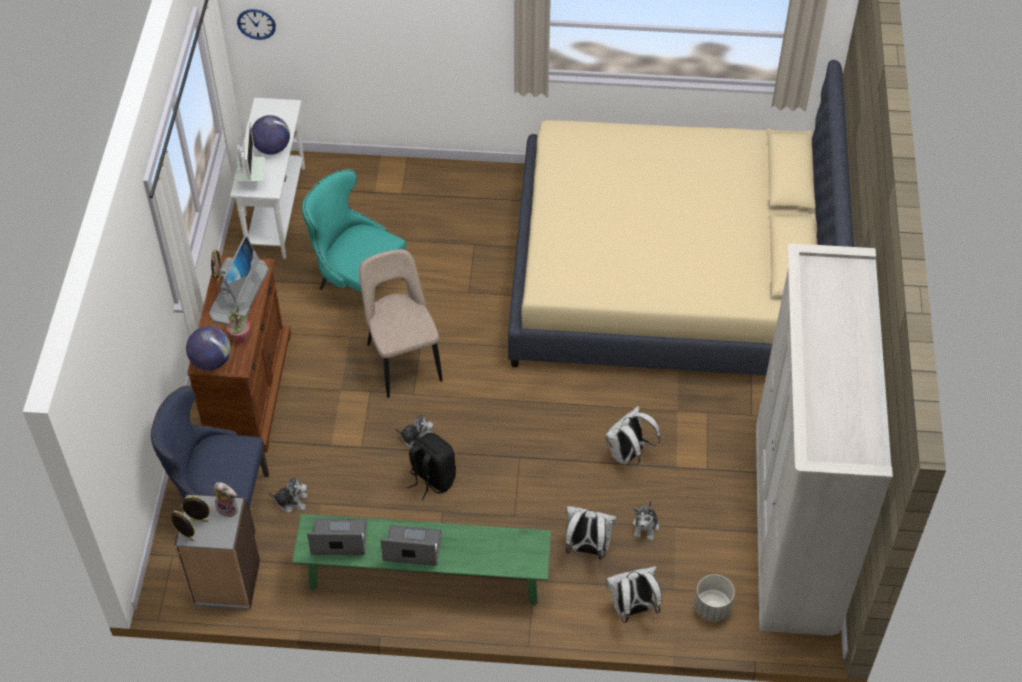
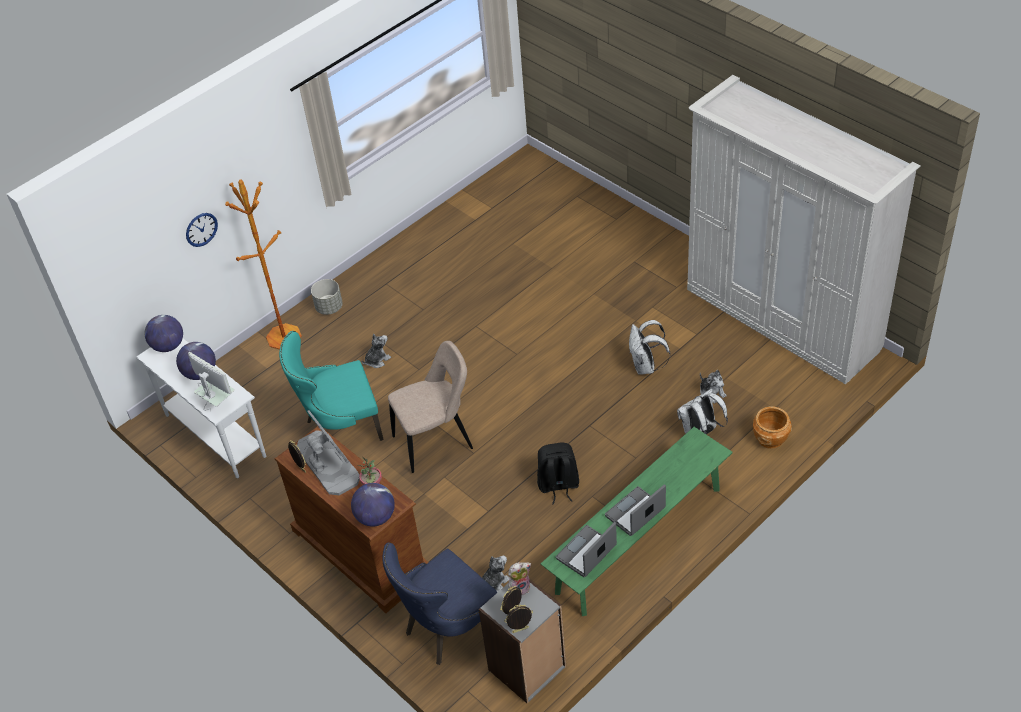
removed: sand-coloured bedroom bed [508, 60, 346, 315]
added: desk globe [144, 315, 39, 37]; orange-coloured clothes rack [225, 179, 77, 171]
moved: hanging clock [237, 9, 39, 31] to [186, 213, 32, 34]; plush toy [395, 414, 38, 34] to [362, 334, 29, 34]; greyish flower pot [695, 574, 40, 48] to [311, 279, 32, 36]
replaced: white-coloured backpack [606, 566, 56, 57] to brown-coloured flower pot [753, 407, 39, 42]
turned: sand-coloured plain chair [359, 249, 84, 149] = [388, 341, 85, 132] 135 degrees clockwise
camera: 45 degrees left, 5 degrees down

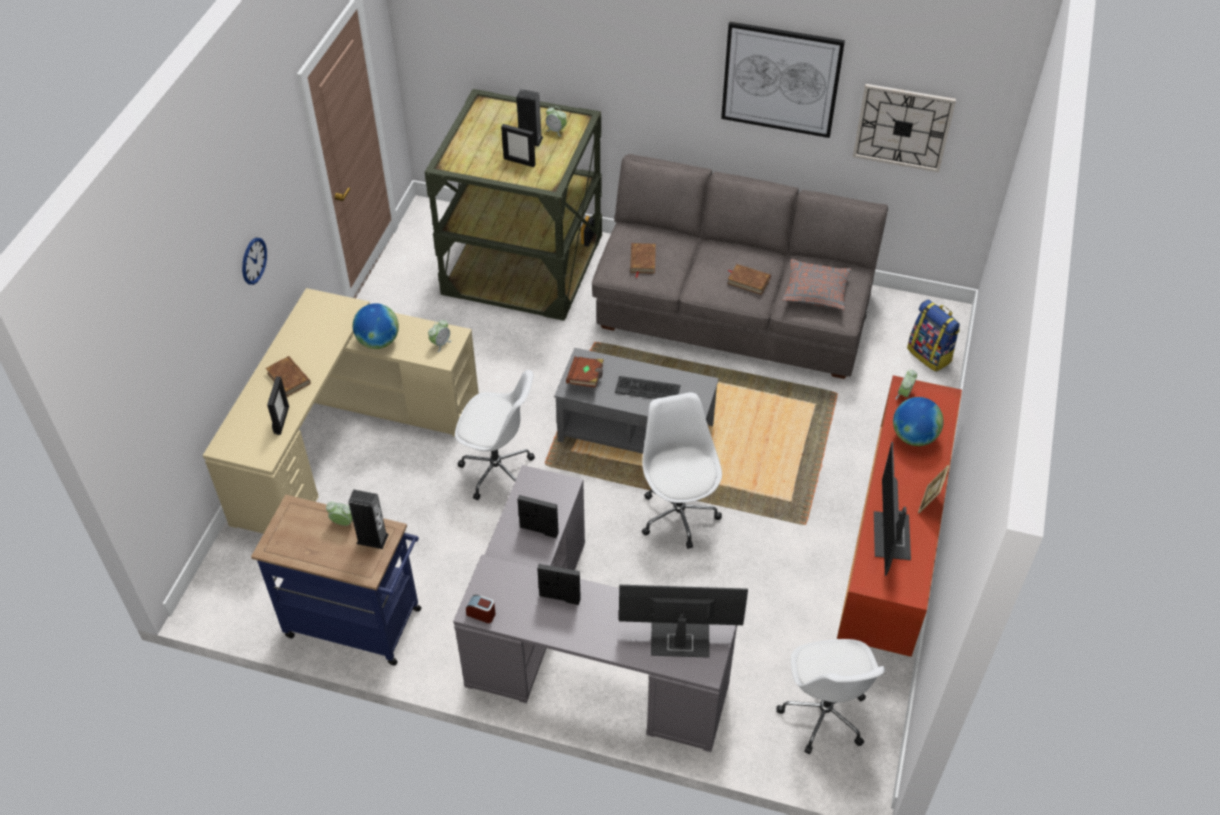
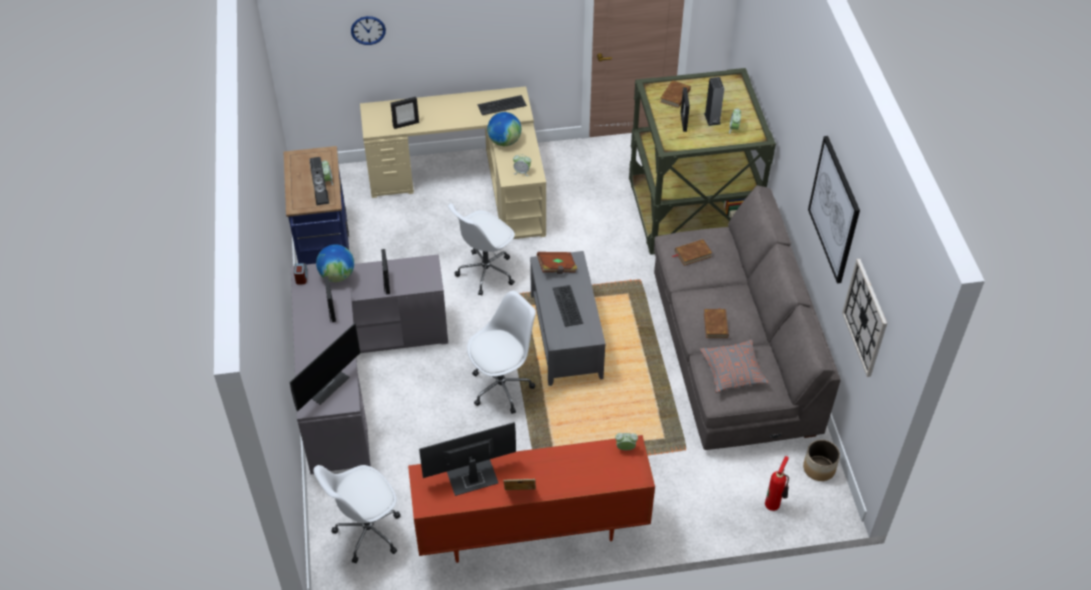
added: PC keyboard [478, 95, 49, 20]; flower pot [803, 440, 37, 41]
moved: hanging clock [242, 238, 25, 47] to [351, 16, 35, 29]; brown-coloured volume [266, 356, 45, 41] to [660, 80, 31, 28]; desk globe [893, 397, 51, 49] to [316, 244, 38, 38]
replaced: backpack [907, 299, 53, 73] to extinguisher [765, 456, 24, 55]
turned: white-coloured office chair [455, 370, 80, 130] = [448, 203, 67, 93] 60 degrees clockwise; monitor [619, 585, 129, 73] = [290, 323, 71, 89] 60 degrees clockwise
camera: 65 degrees right, 0 degrees up

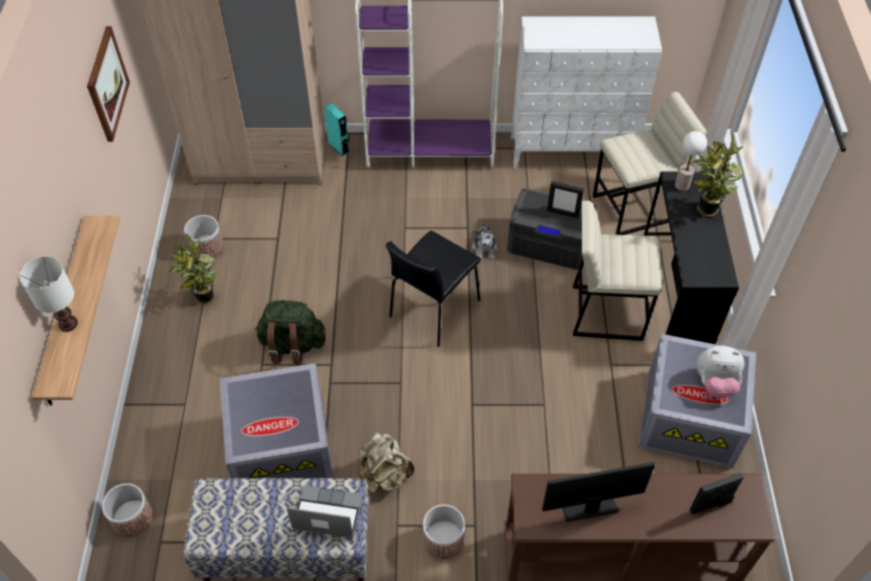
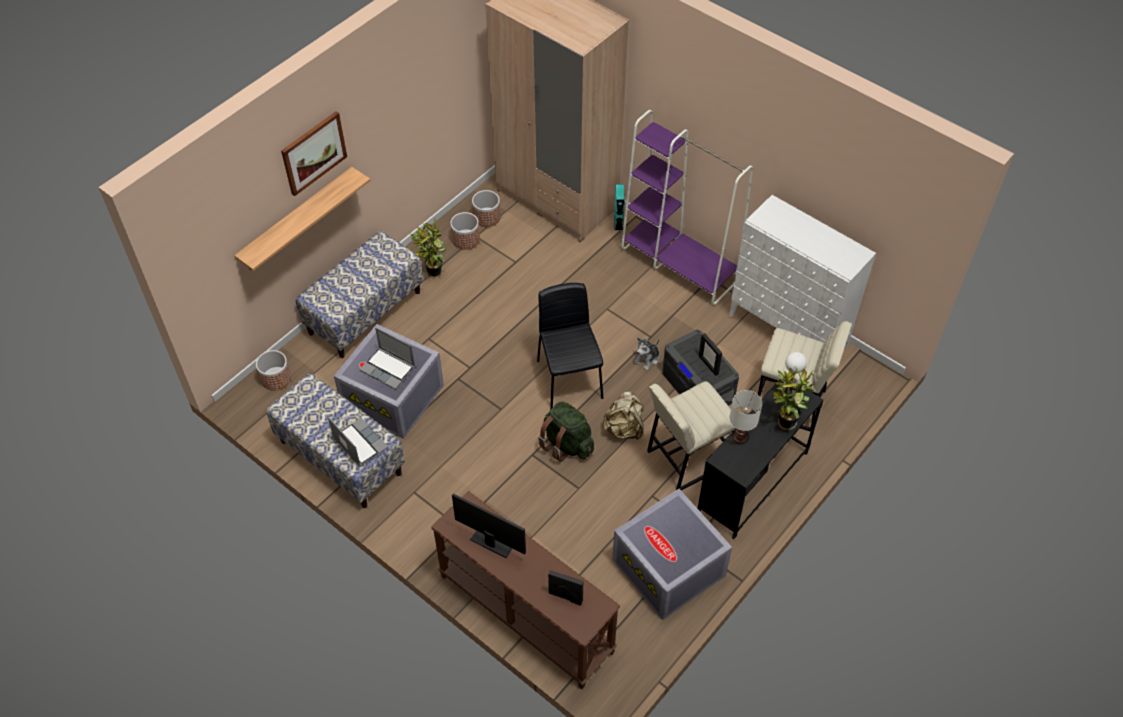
removed: plush toy [696, 346, 48, 52]
added: long seat [296, 231, 127, 127]; portable computer [360, 327, 55, 63]
moved: white-coloured table lamp [19, 256, 59, 76] to [729, 390, 33, 54]; wall art [87, 26, 43, 116] to [281, 111, 66, 85]; green-coloured backpack [255, 300, 71, 64] to [538, 401, 56, 61]; sand-coloured backpack [359, 432, 55, 60] to [603, 391, 41, 49]; flower pot [423, 505, 42, 54] to [472, 190, 29, 37]
turned: blackish plain chair [386, 231, 95, 116] = [537, 283, 67, 126] 90 degrees clockwise; sand-coloured plain chair [573, 201, 89, 140] = [647, 381, 88, 109] 75 degrees counterclockwise
camera: 40 degrees right, 0 degrees up

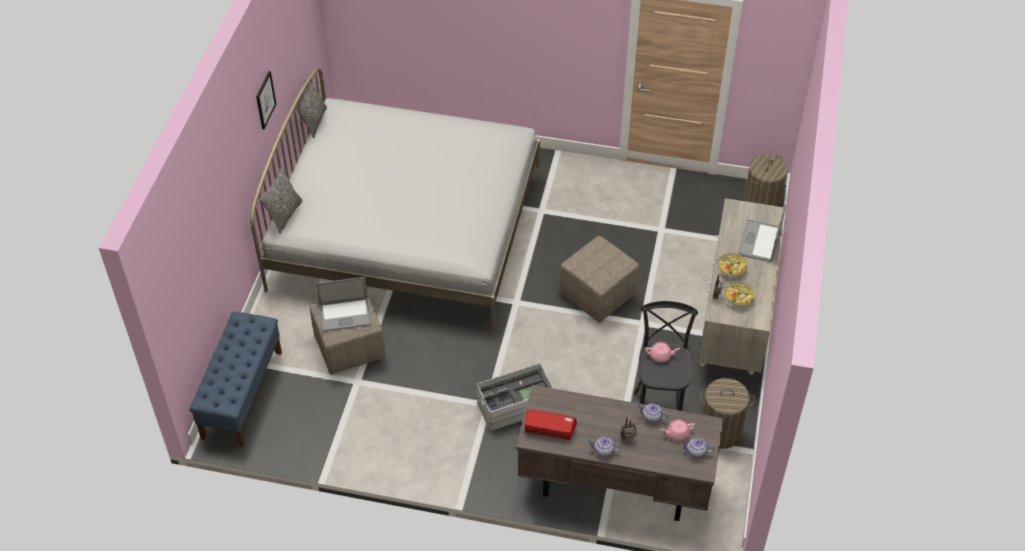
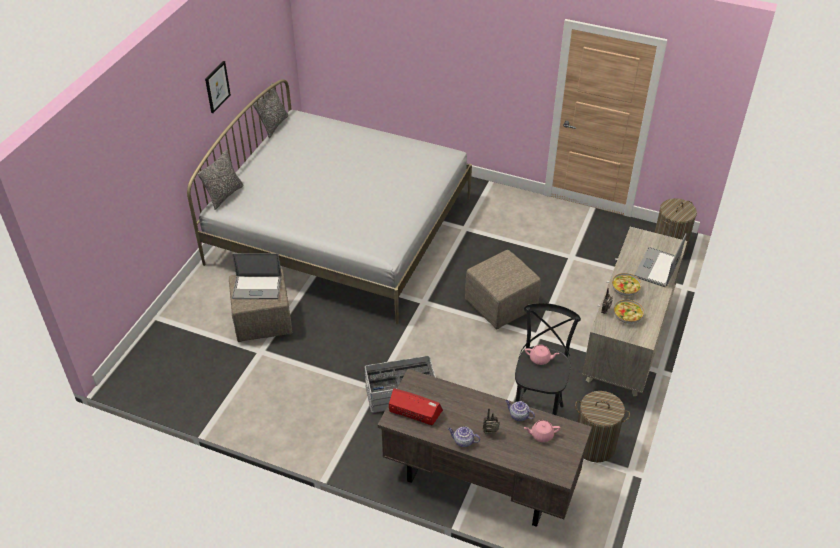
removed: blue long seat [189, 312, 93, 135]; teapot [681, 438, 33, 20]
camera: 10 degrees right, 5 degrees down

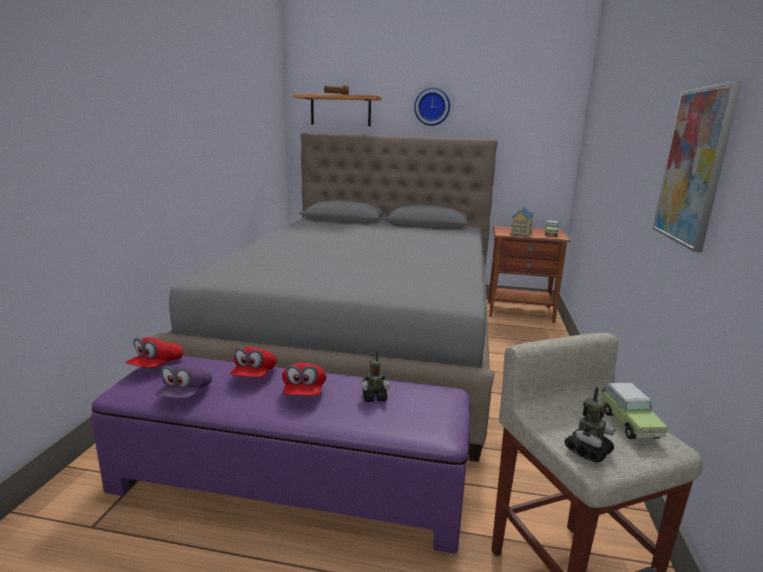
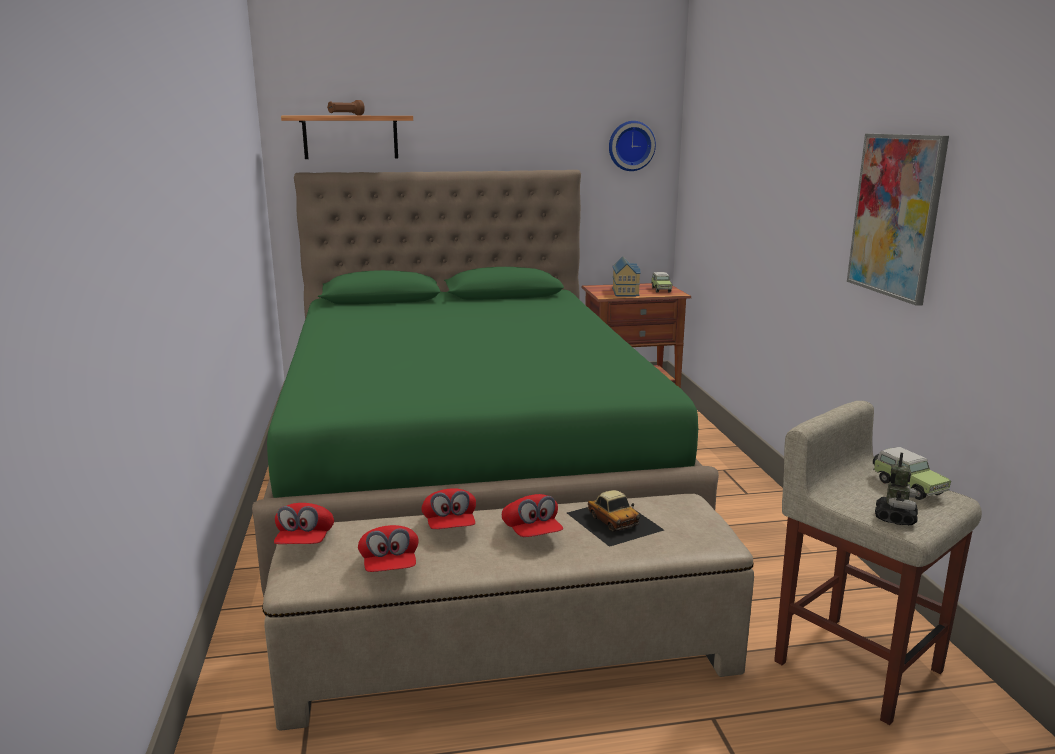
moved: hanging clock [414, 88, 36, 38] to [609, 121, 47, 50]
replaced: robot figure [361, 351, 29, 51] to miniature car [567, 490, 97, 57]
recoloured: purple long seat [91, 356, 379, 198] to sand-coloured long seat [262, 494, 492, 237]; greyish bedroom bed [152, 133, 345, 329] to green-coloured bedroom bed [252, 170, 467, 427]; purple baseball cap [155, 364, 57, 34] to reddish baseball cap [358, 525, 61, 47]
camera: 20 degrees left, 0 degrees up

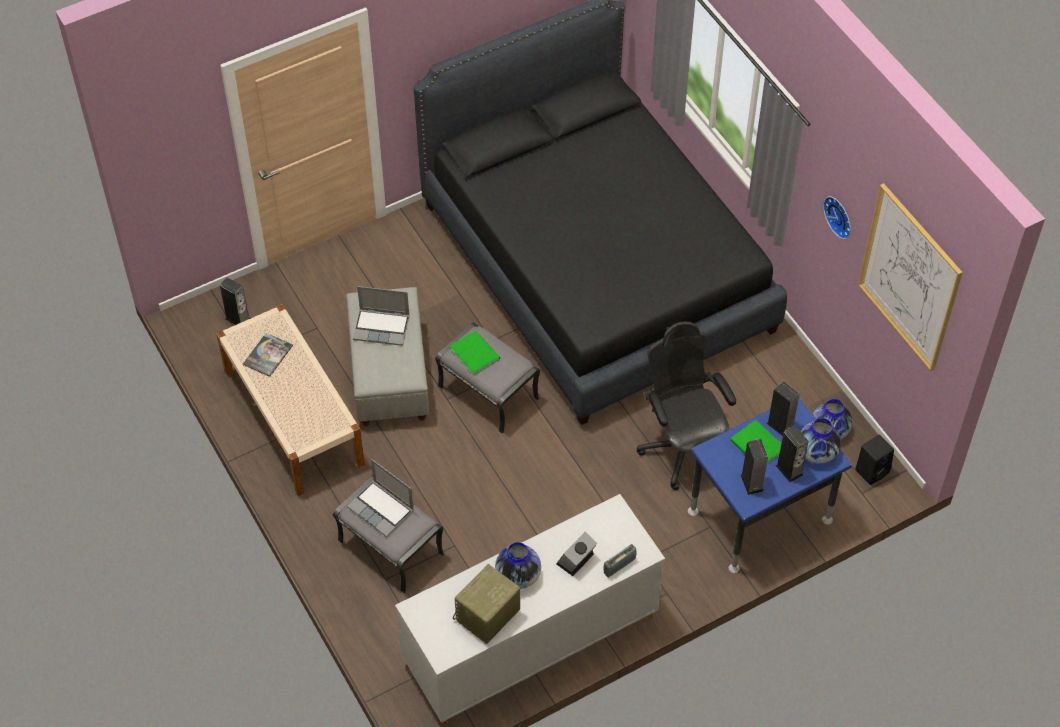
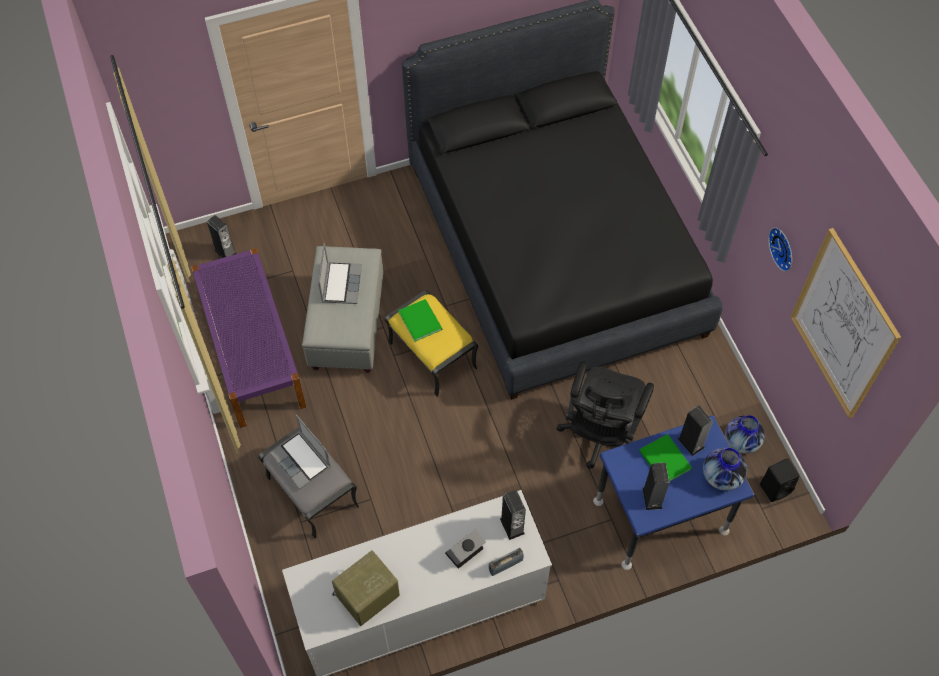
removed: volume [243, 333, 50, 44]; decorative vase [495, 542, 46, 47]
moved: speaker [776, 425, 33, 58] to [500, 490, 26, 50]
recoloured: sand-coloured long seat [216, 304, 149, 192] to purple long seat [191, 248, 115, 180]; greyish footrest [435, 322, 105, 112] to yellow-coloured footrest [385, 290, 93, 107]
turned: portable computer [353, 286, 57, 60] = [318, 243, 44, 61] 105 degrees counterclockwise; office chair [637, 322, 99, 168] = [556, 361, 98, 108] 150 degrees counterclockwise
camera: 10 degrees right, 5 degrees up

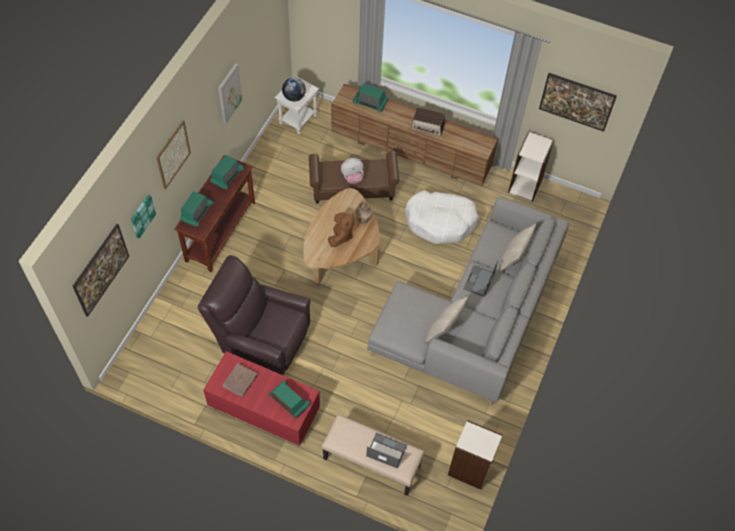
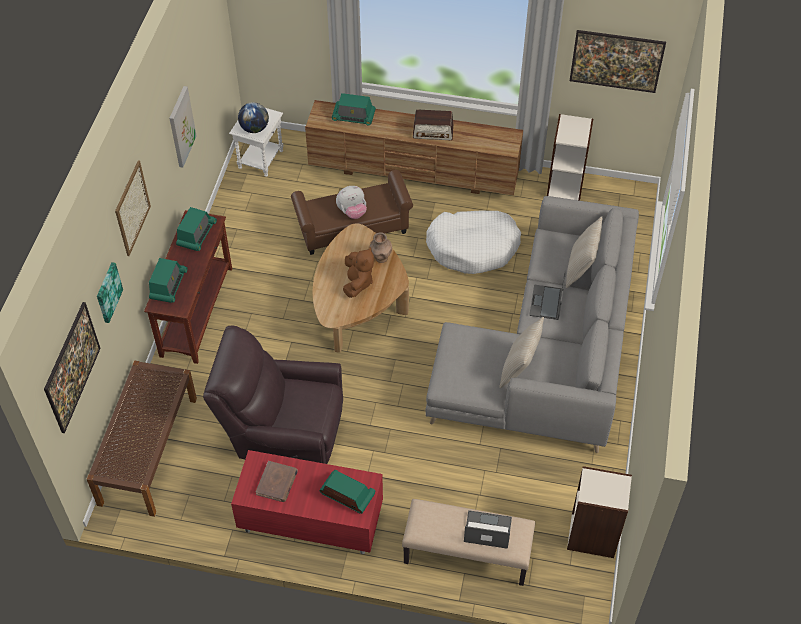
added: brown-coloured long seat [87, 360, 110, 157]
camera: 10 degrees left, 5 degrees down

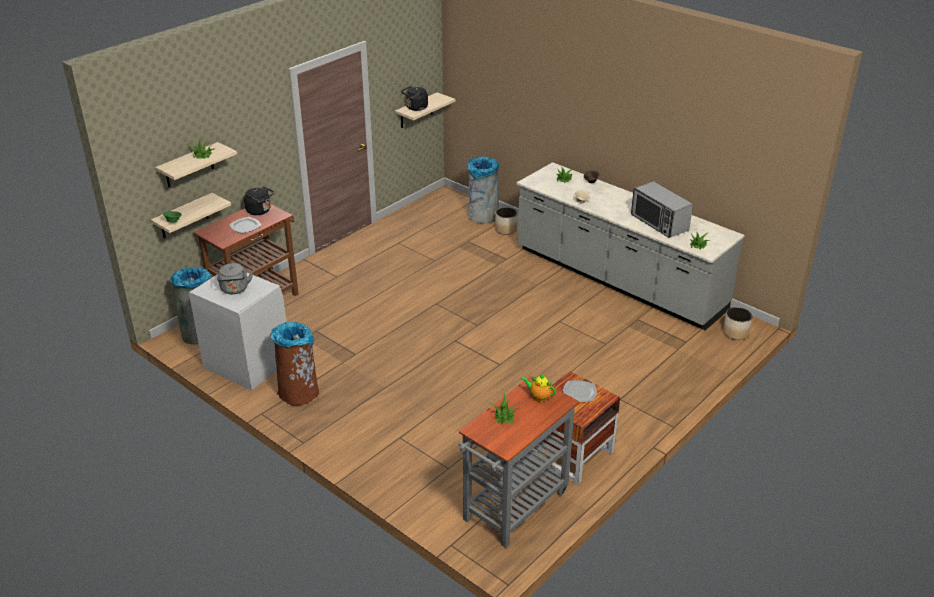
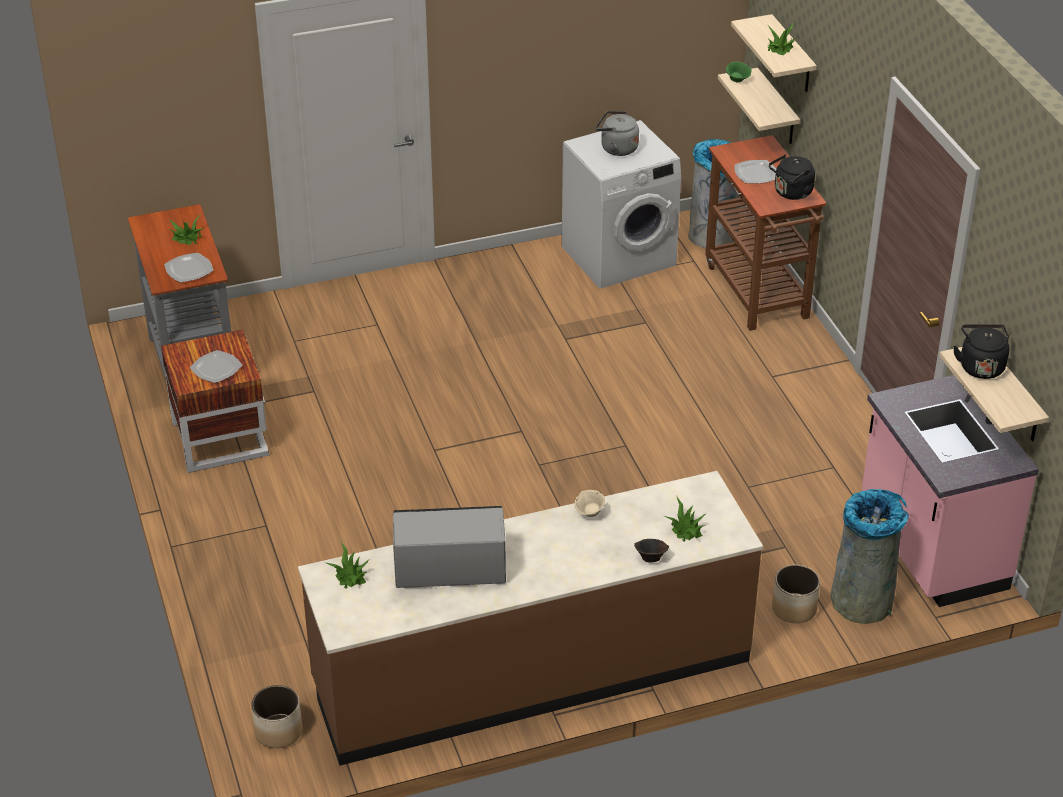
removed: brown-coloured waste bin [270, 322, 49, 84]
added: pink counter [862, 375, 177, 232]
replaced: teapot [521, 373, 35, 29] to dinner plate [164, 253, 49, 29]
recoloured: greyish counter [517, 162, 228, 168] to brown-coloured counter [298, 471, 465, 295]
camera: 120 degrees right, 5 degrees up

